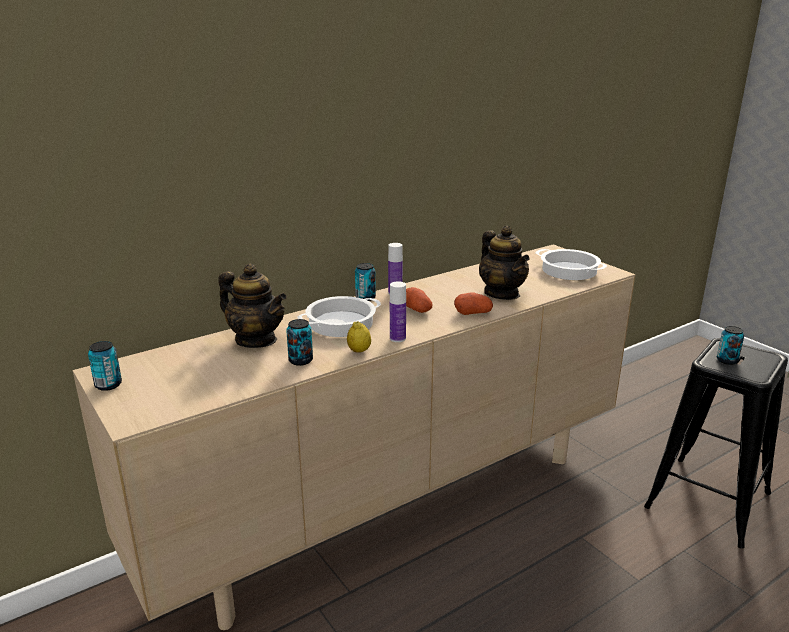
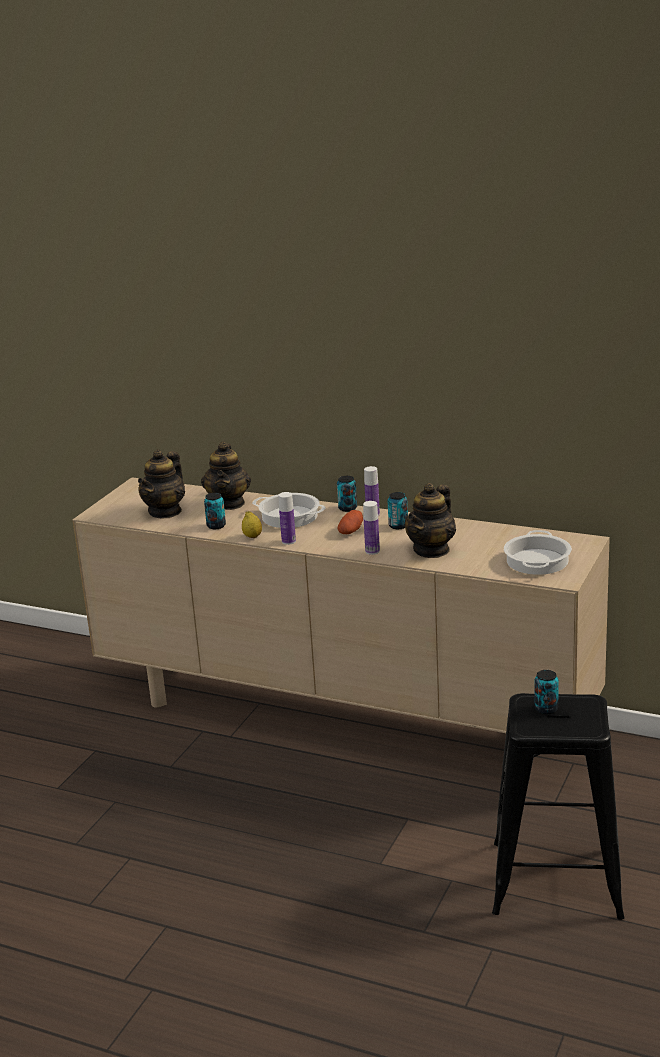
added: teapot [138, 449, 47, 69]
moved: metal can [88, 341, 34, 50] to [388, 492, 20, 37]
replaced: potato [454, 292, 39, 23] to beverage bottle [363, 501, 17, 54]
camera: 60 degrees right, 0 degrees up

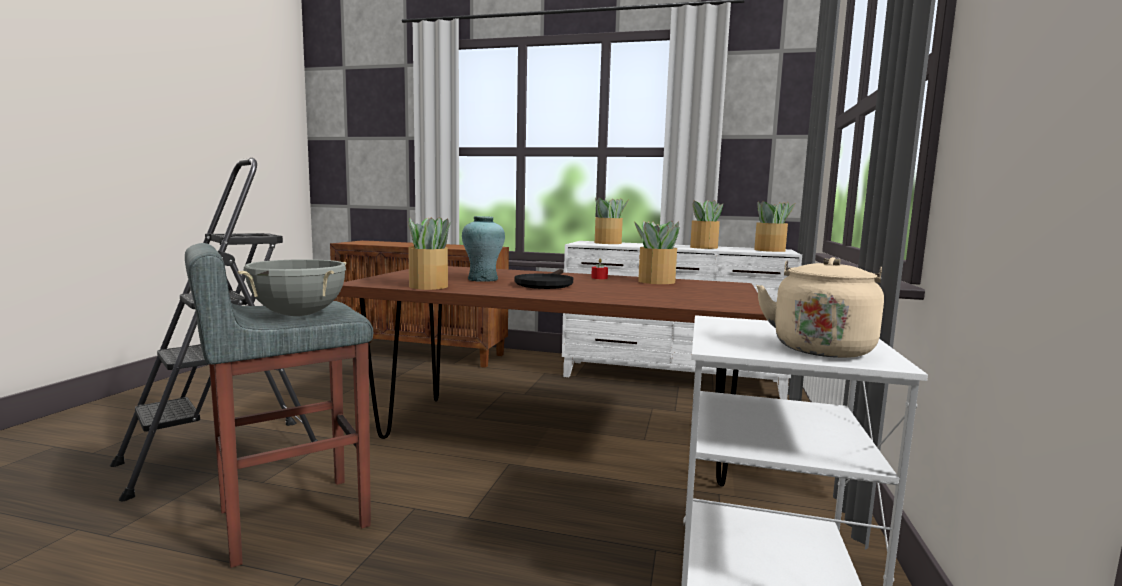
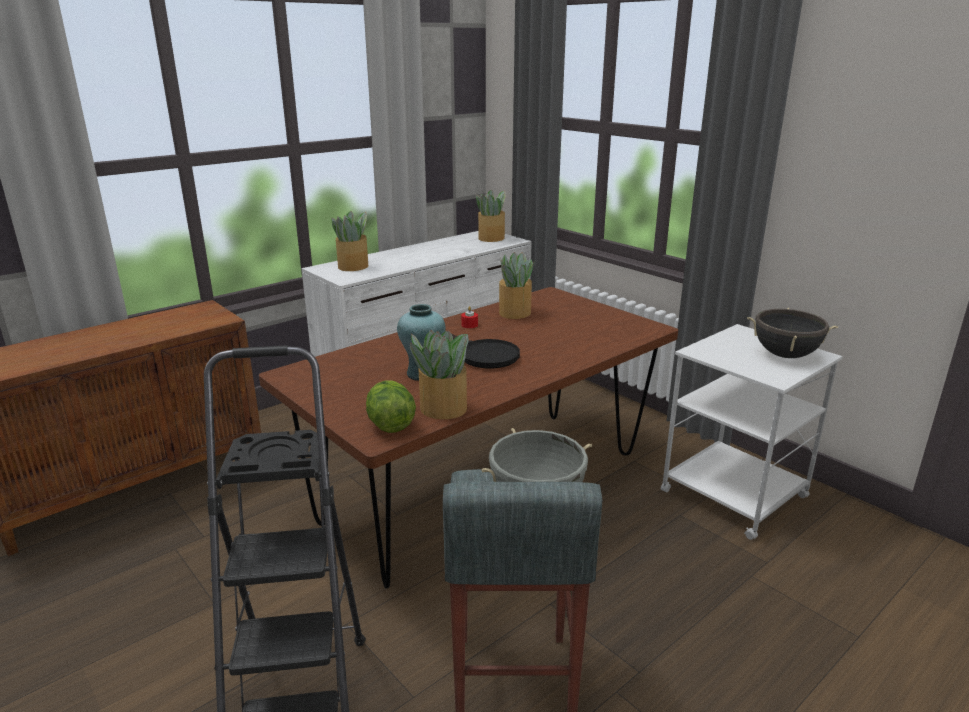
removed: potted plant [690, 200, 33, 49]
added: head of lettuce [366, 381, 50, 52]
replaced: sand-coloured water kettle [756, 257, 128, 101] to blackish saucepot [747, 308, 91, 50]
camera: 55 degrees left, 15 degrees up

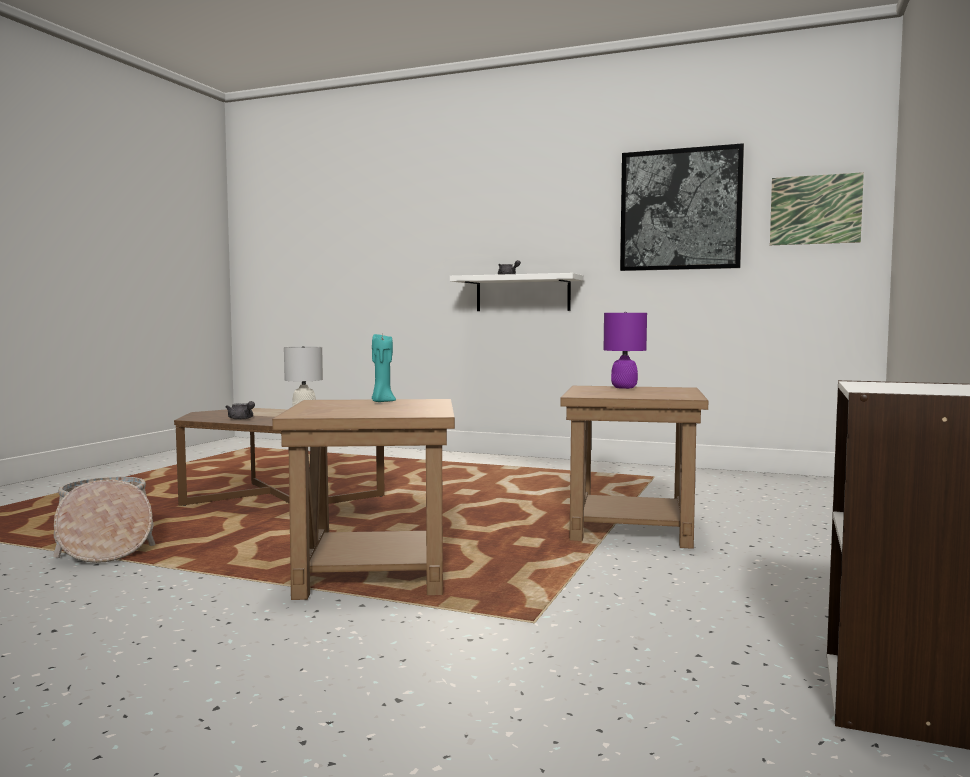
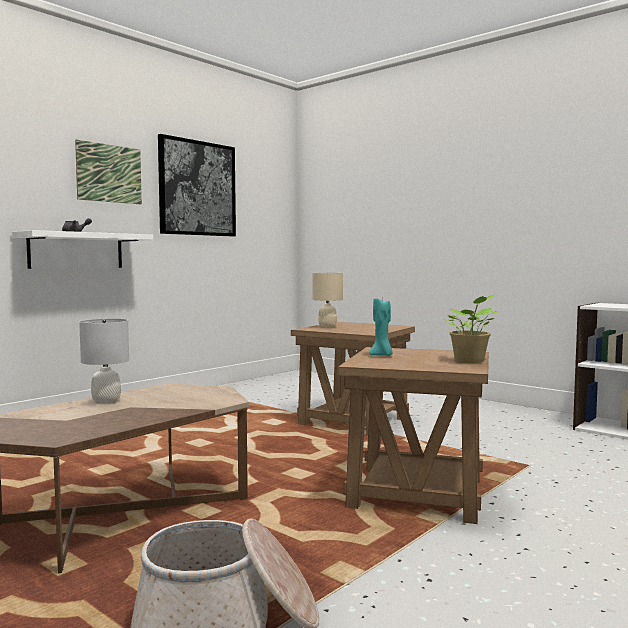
removed: greyish teapot [226, 401, 29, 19]
added: potted plant [446, 294, 53, 69]
moved: wall art [770, 172, 94, 73] to [75, 140, 67, 64]
recoloured: purple table lamp [604, 312, 43, 77] to sand-coloured table lamp [313, 272, 30, 55]
camera: 70 degrees left, 0 degrees up

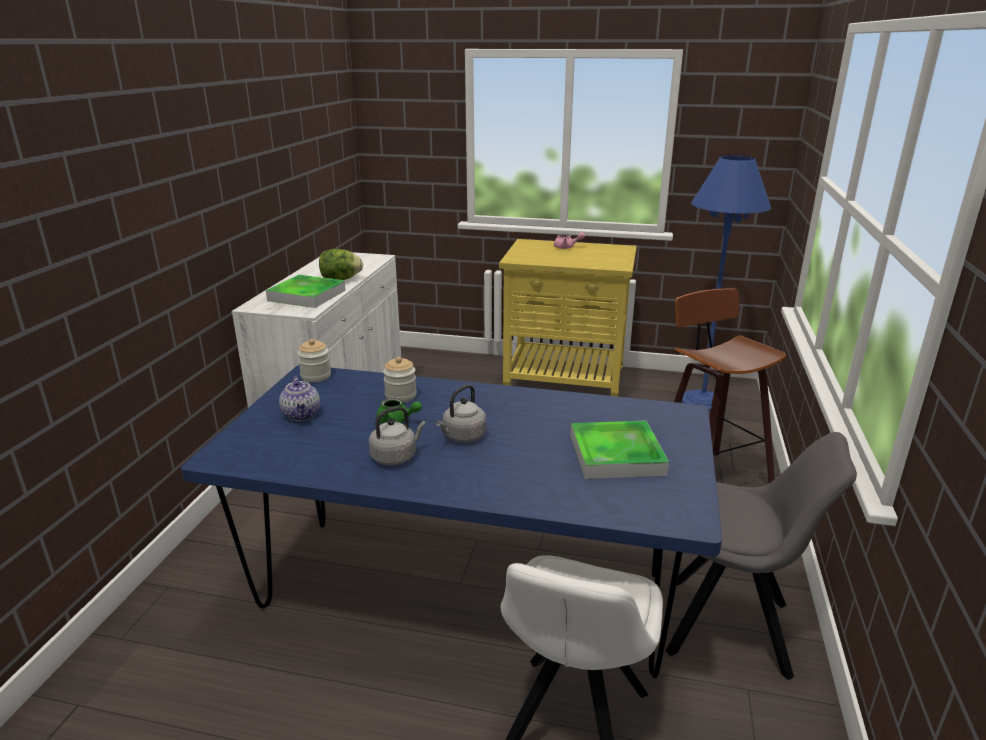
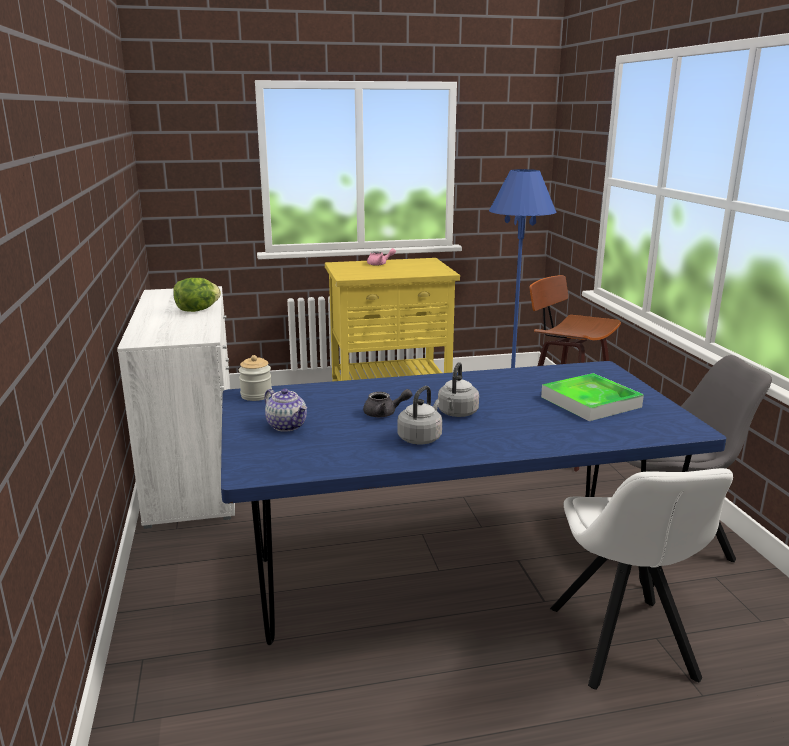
removed: serving tray [266, 275, 80, 33]; jar [383, 357, 34, 45]
recoloured: green-coloured teapot [376, 397, 46, 27] to greyish teapot [363, 389, 49, 28]
camera: 25 degrees left, 5 degrees down

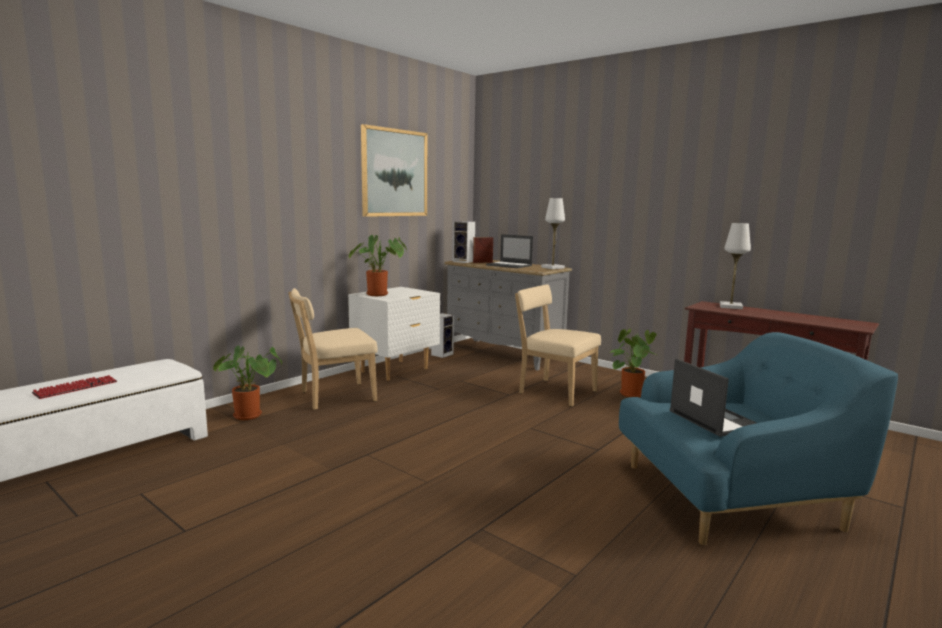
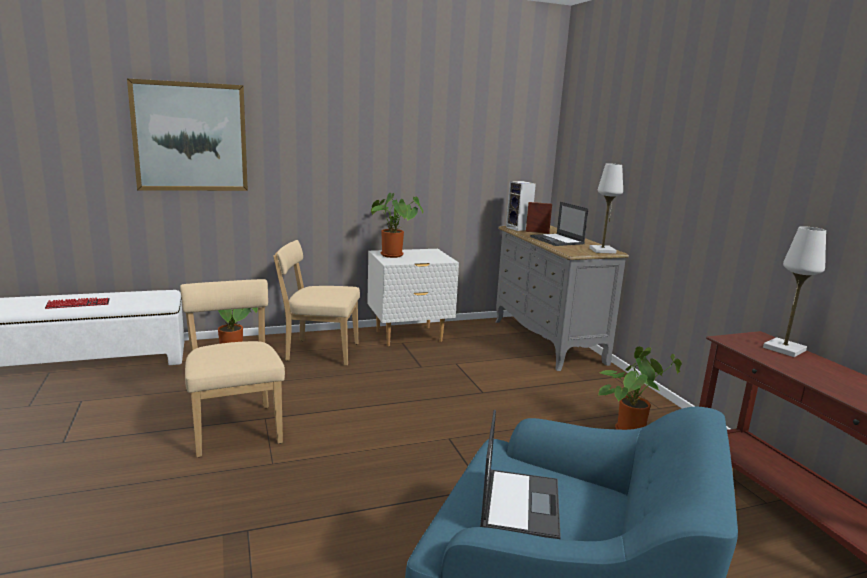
removed: speaker [431, 313, 23, 45]
moved: wall art [361, 124, 66, 93] to [127, 78, 121, 113]; sand-coloured plain chair [515, 284, 86, 123] to [180, 279, 105, 178]
camera: 30 degrees right, 5 degrees up

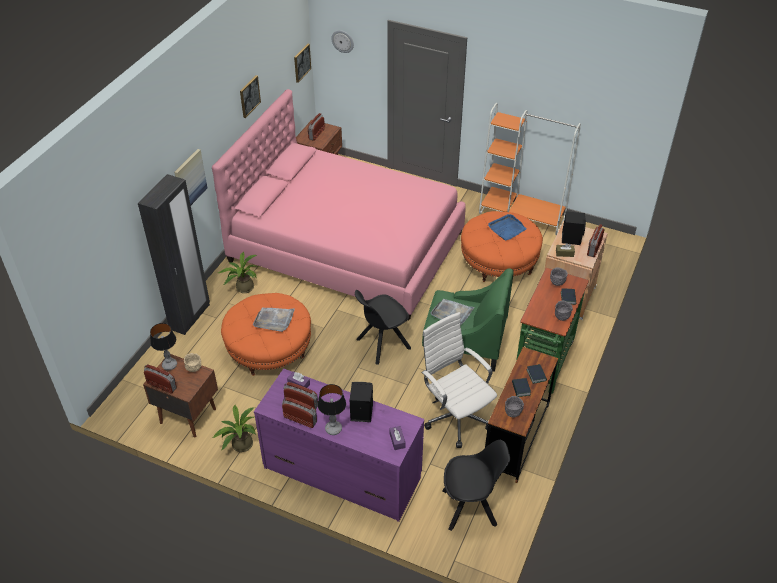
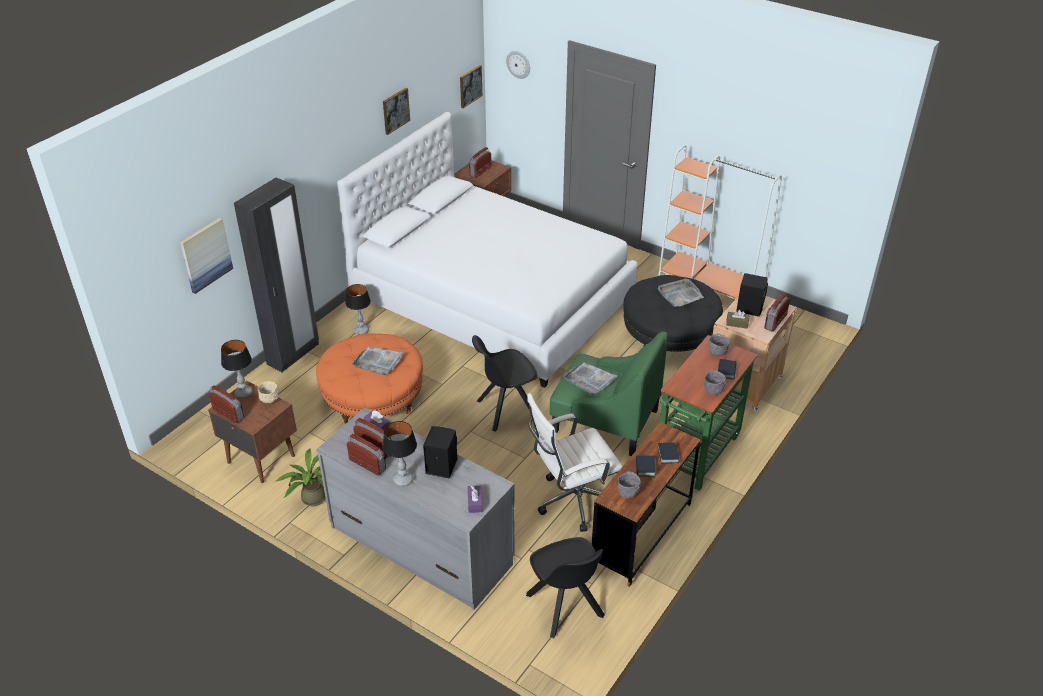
moved: wall art [174, 149, 33, 56] to [180, 218, 53, 76]
replaced: potted plant [219, 252, 40, 41] to table lamp [345, 284, 26, 51]
recoloured: pink bedroom bed [212, 89, 254, 231] to white-coloured bedroom bed [337, 112, 301, 276]; purple chest of drawers [254, 369, 170, 153] to greyish chest of drawers [317, 408, 198, 202]; orange-coloured footrest [461, 211, 82, 71] to blackish footrest [623, 275, 100, 77]; blue serving tray [488, 214, 38, 27] to greyish serving tray [658, 279, 46, 28]
turned: white-coloured office chair [421, 312, 76, 136] = [527, 393, 96, 139] 90 degrees counterclockwise; blackish plain chair [442, 440, 68, 91] = [526, 537, 79, 101] 60 degrees clockwise
camera: 10 degrees right, 5 degrees down

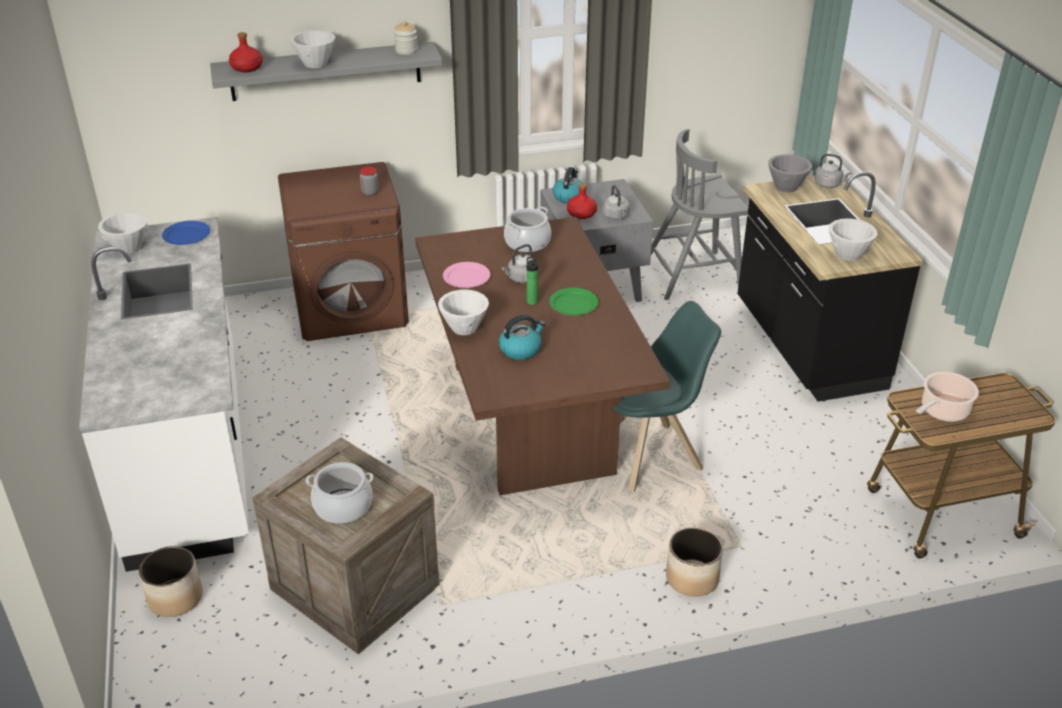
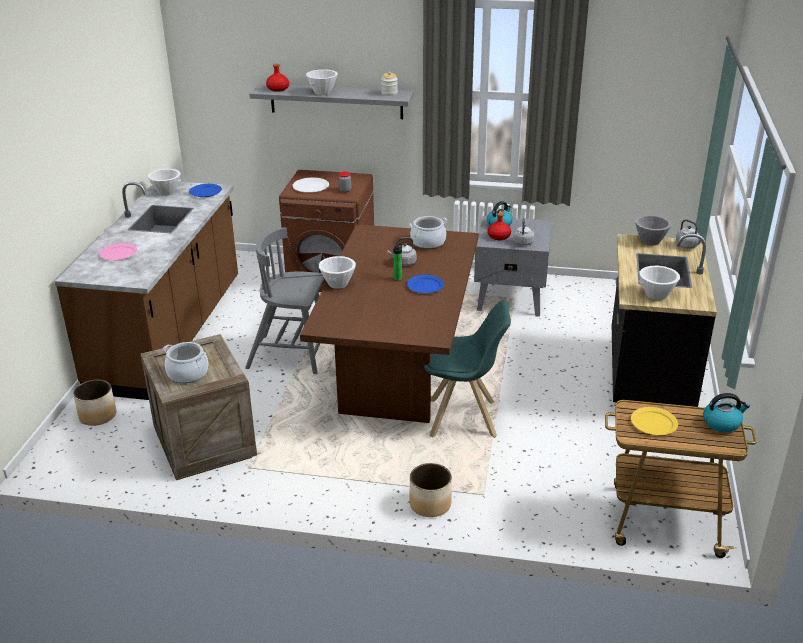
added: white-coloured dinner plate [292, 178, 37, 15]
moved: pink dinner plate [443, 262, 47, 26] to [99, 243, 38, 17]; water kettle [499, 315, 46, 45] to [703, 393, 47, 40]; greyish plain chair [651, 129, 97, 171] to [245, 227, 79, 147]
replaced: saucepot [916, 372, 63, 50] to yellow-coloured dinner plate [631, 407, 47, 28]
recoloured: white-coloured counter [79, 217, 170, 355] to brown-coloured counter [54, 182, 184, 218]; green-coloured dinner plate [549, 288, 49, 27] to blue dinner plate [407, 275, 37, 18]
camera: 25 degrees right, 5 degrees down

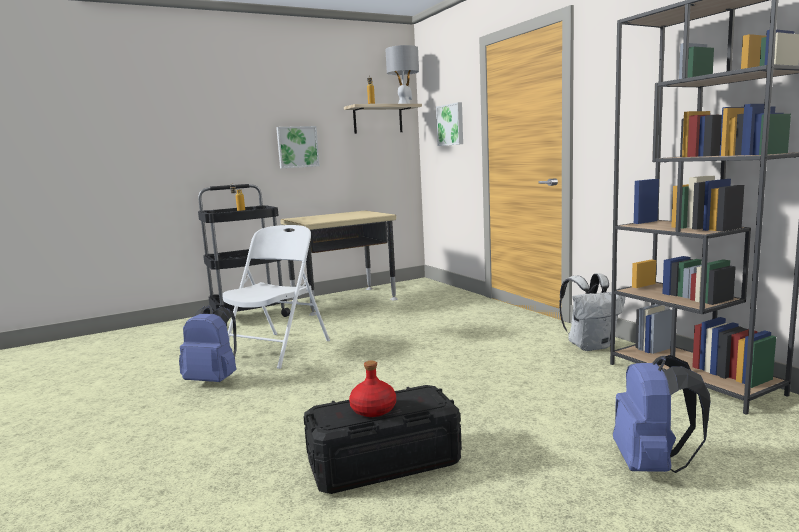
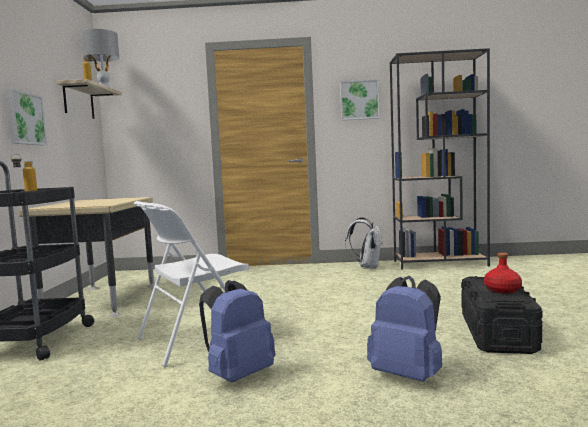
moved: wall art [436, 102, 27, 44] to [340, 80, 40, 40]; blue backpack [613, 355, 98, 118] to [367, 276, 75, 106]
turned: white-coloured plain chair [222, 225, 108, 144] = [133, 201, 116, 167] 90 degrees counterclockwise
camera: 60 degrees left, 5 degrees down

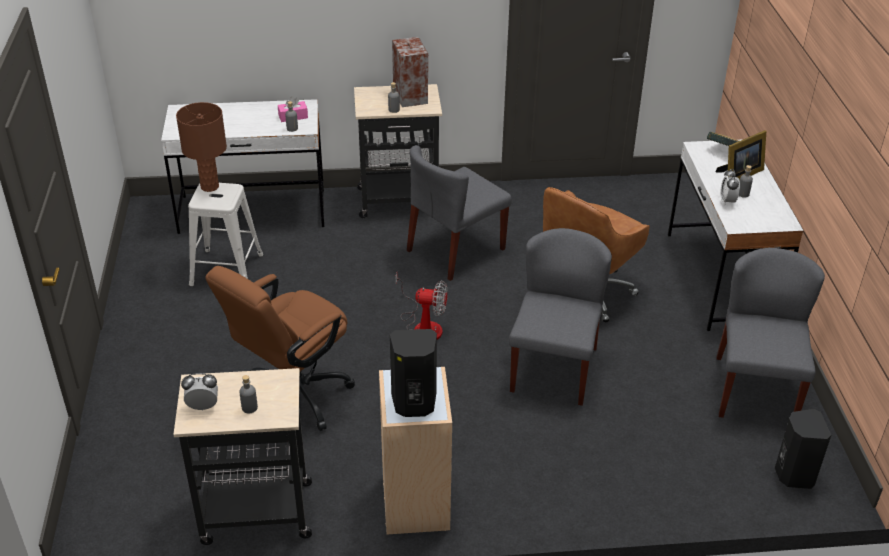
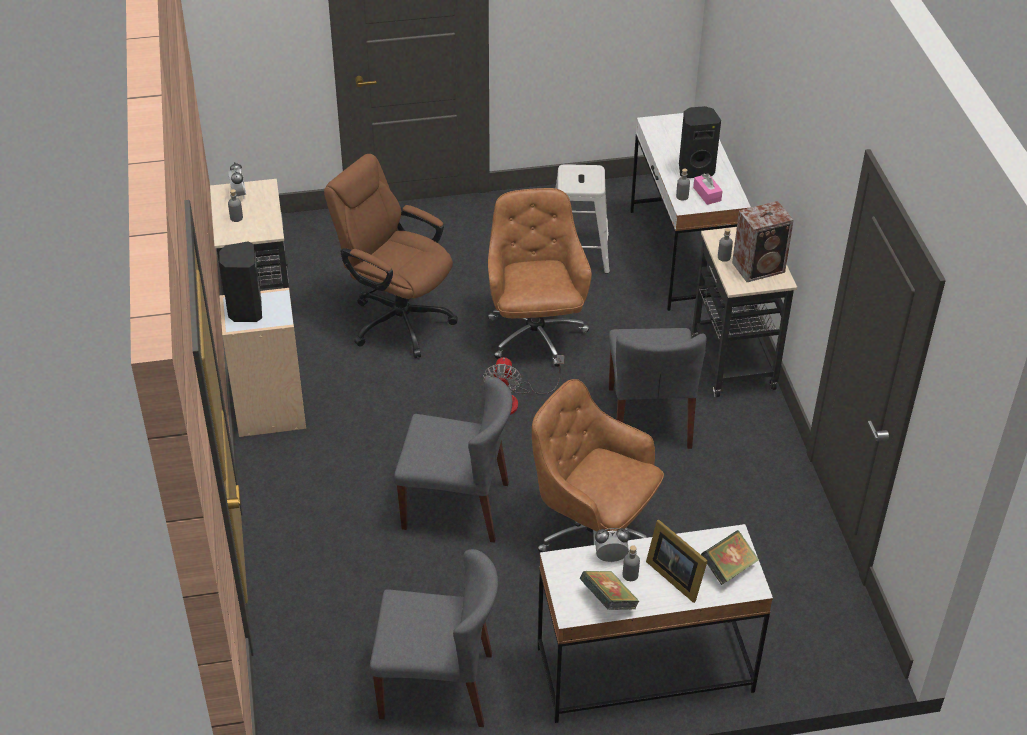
removed: brown-coloured table lamp [176, 102, 51, 90]
added: brown-coloured office chair [488, 188, 104, 179]; volume [580, 571, 59, 39]
moved: blackish speaker [775, 409, 56, 80] to [679, 106, 42, 72]
turned: greyish plain chair [407, 145, 105, 136] = [609, 328, 98, 121] 135 degrees counterclockwise
camera: 85 degrees right, 5 degrees up

